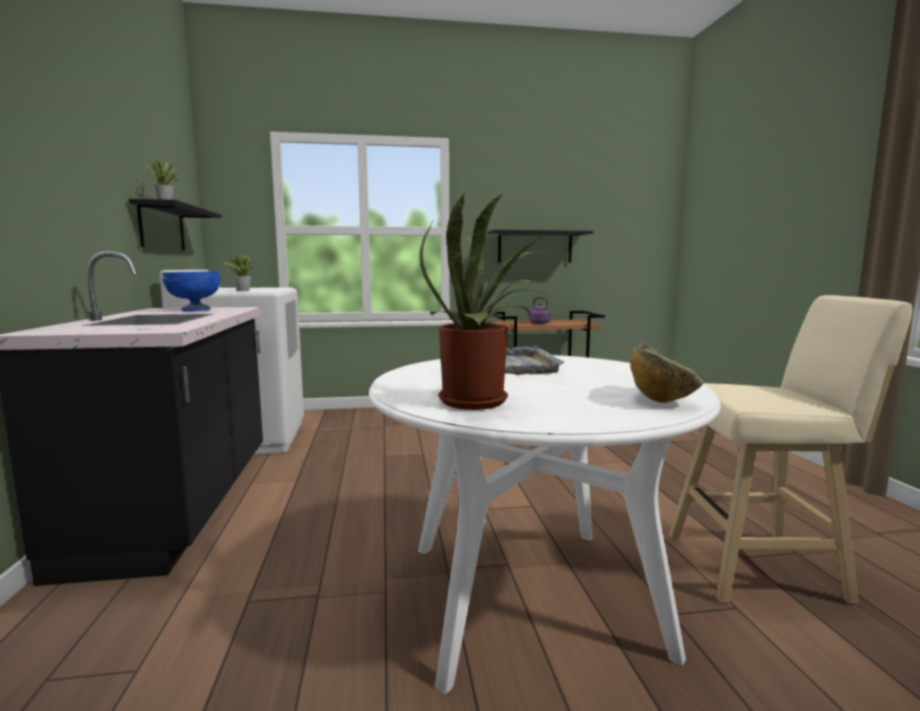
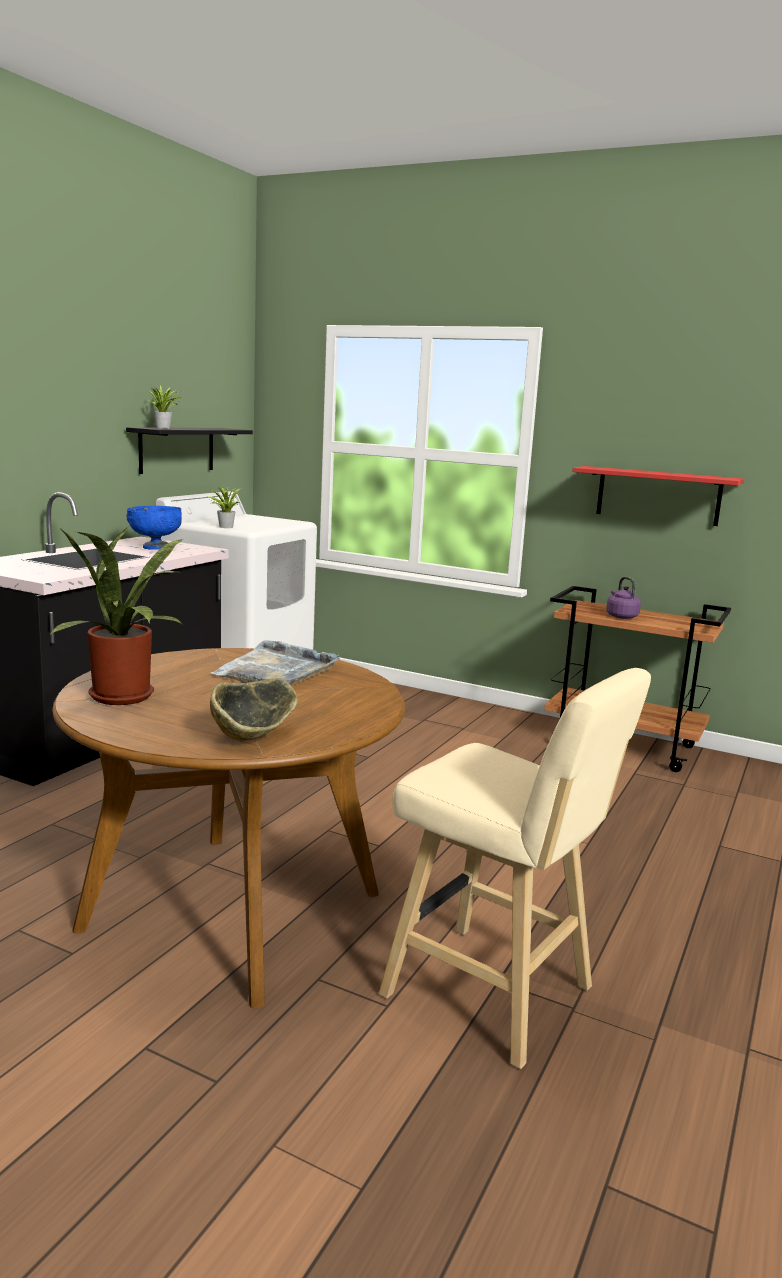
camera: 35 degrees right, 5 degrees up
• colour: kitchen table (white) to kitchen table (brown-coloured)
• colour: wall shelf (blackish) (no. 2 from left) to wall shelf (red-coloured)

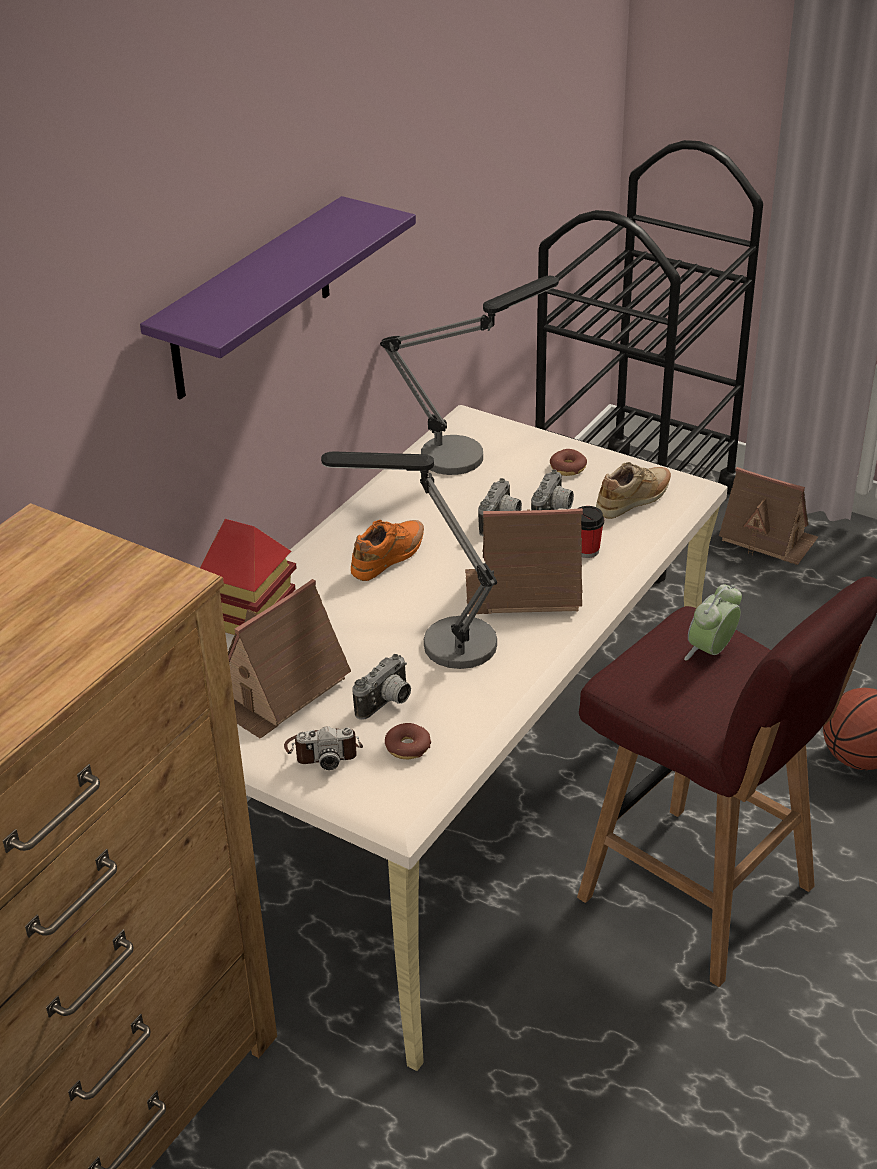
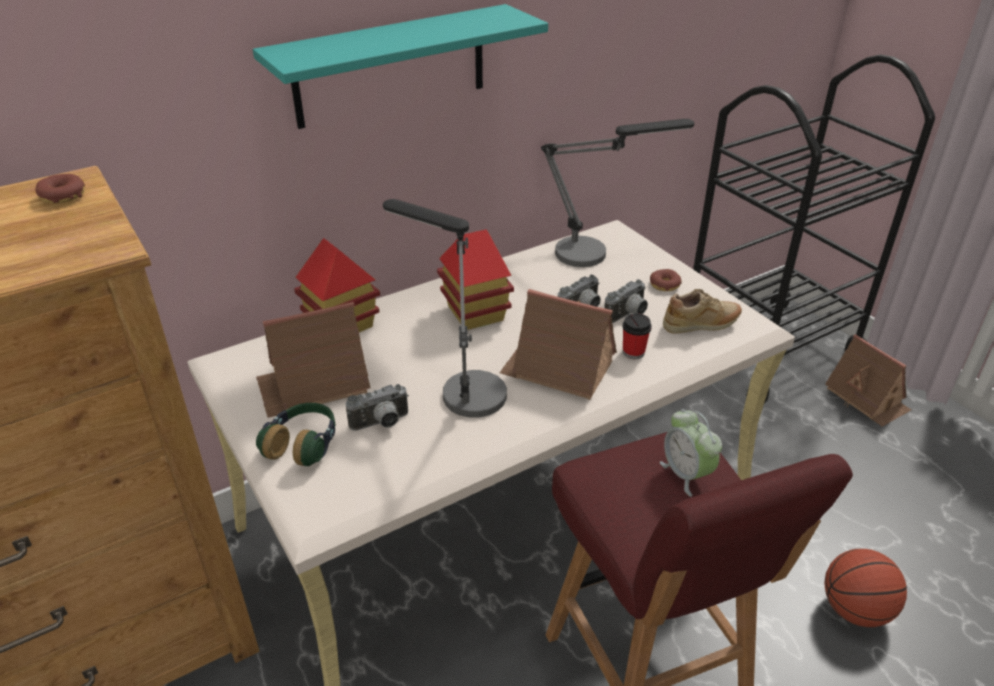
camera: 25 degrees right, 0 degrees up
• relocated: doughnut (no. 1 from left)
• exchanged: photo camera (no. 1 from left) to headset
• exchanged: item of footwear (orange) to miniature house (no. 3 from left)
• colour: wall shelf (purple) to wall shelf (turquoise)
• spun: alarm clock 90 degrees counterclockwise

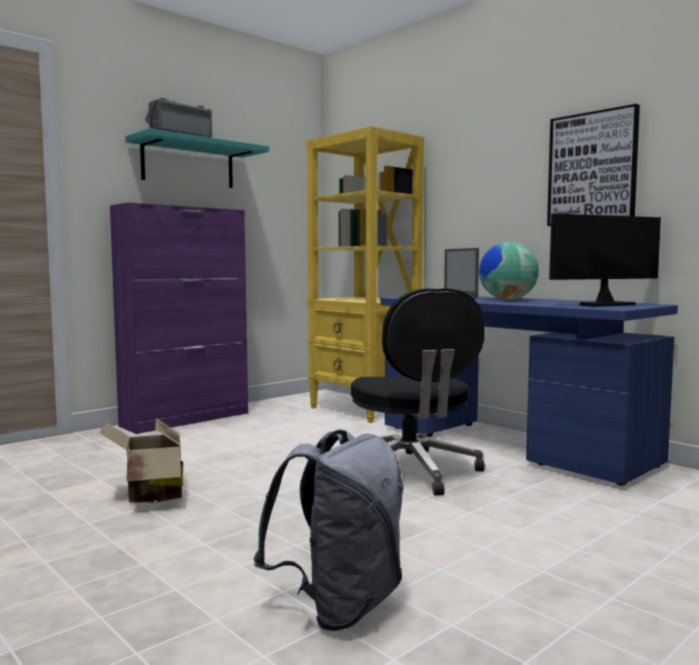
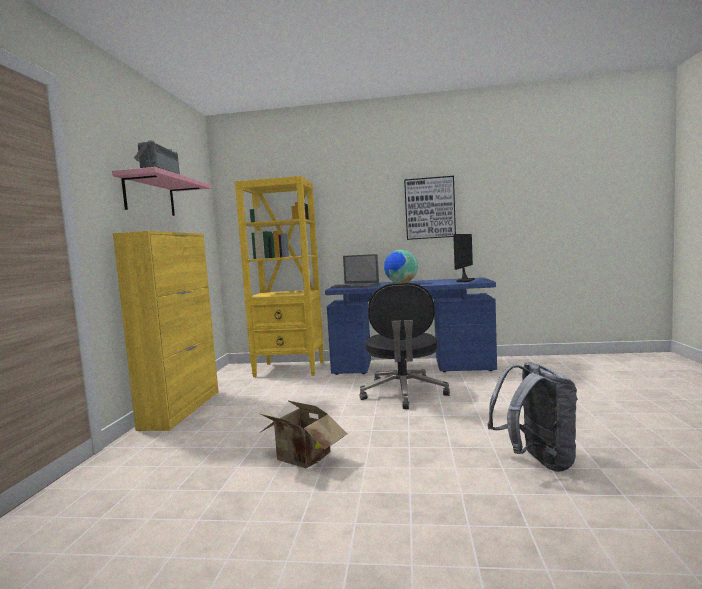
camera: 40 degrees left, 0 degrees up
• colour: cupboard (purple) to cupboard (yellow-coloured)
• colour: wall shelf (turquoise) to wall shelf (pinkish)
• spun: desk chair (blackish) 60 degrees clockwise

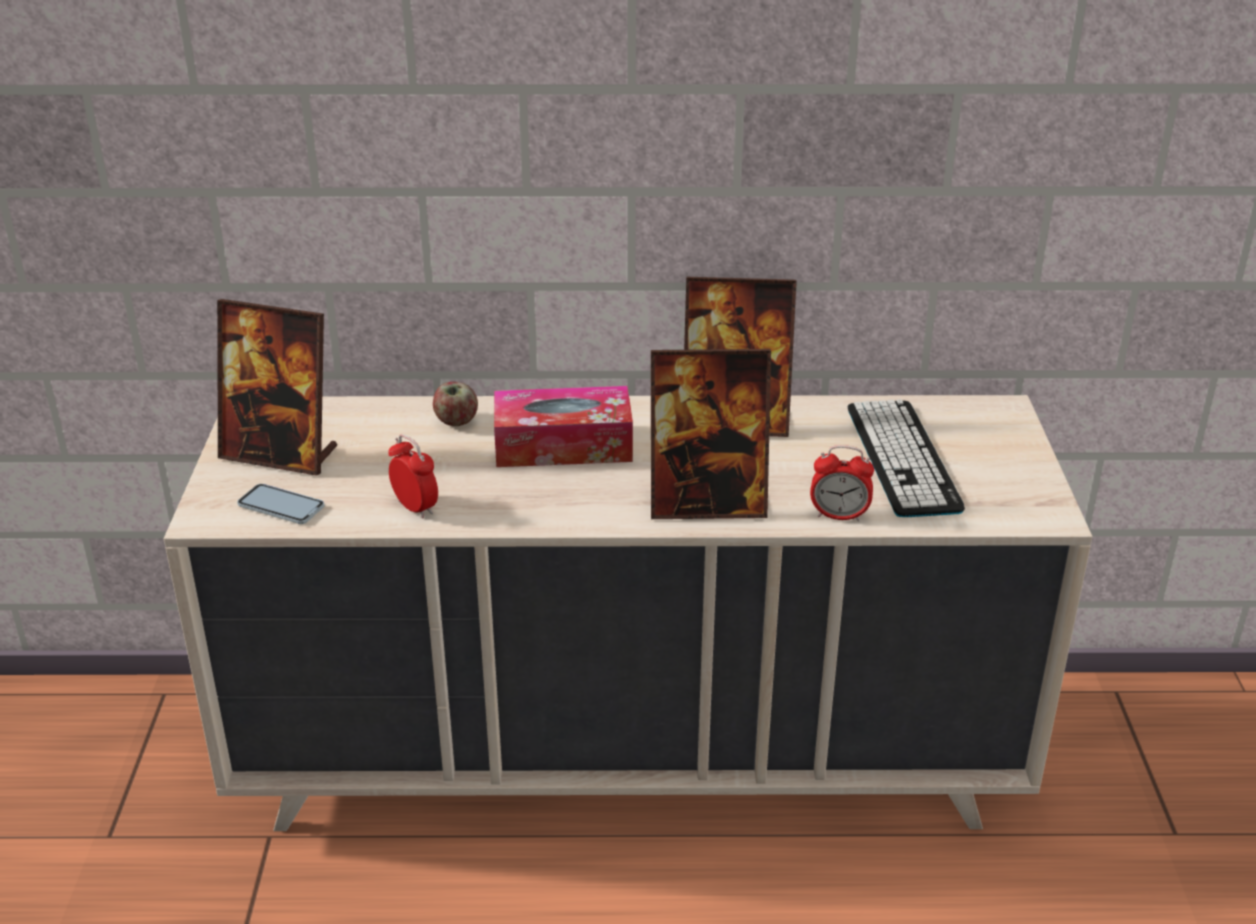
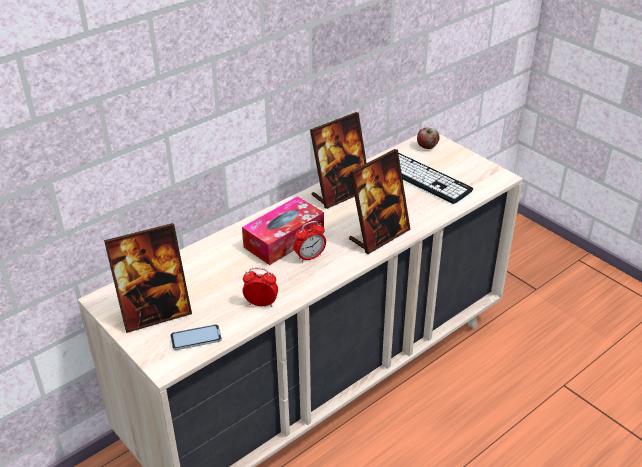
camera: 40 degrees left, 5 degrees up
• relocated: apple
• relocated: alarm clock (no. 2 from left)

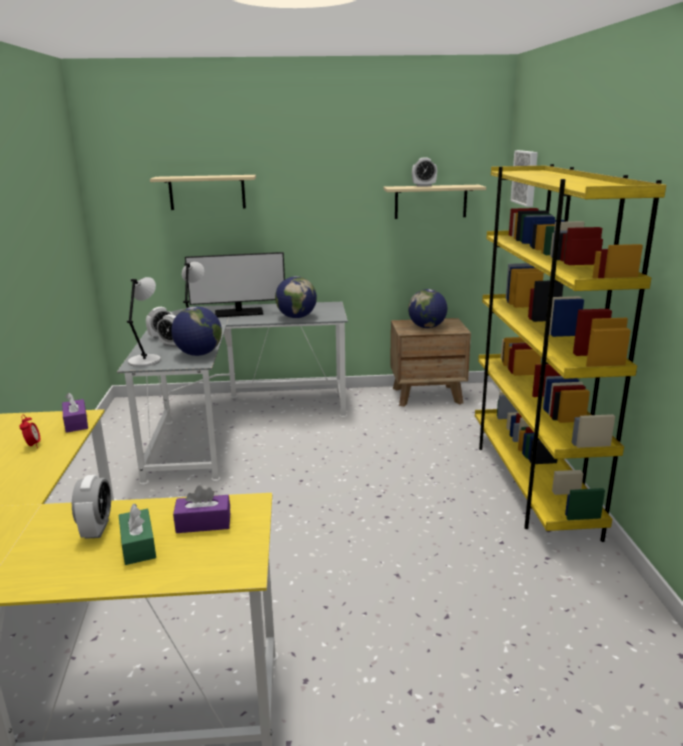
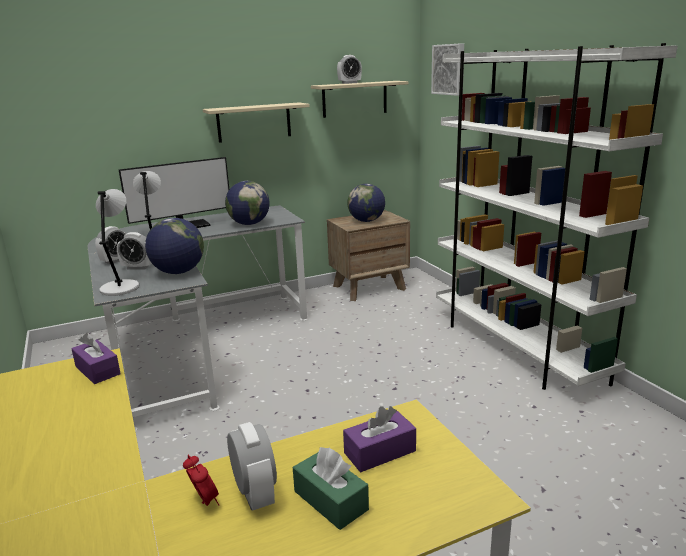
camera: 20 degrees left, 0 degrees up
• relocated: alarm clock (no. 1 from left in the first image) to alarm clock (no. 3 from left)
• relocated: wall shelf (beige) (no. 1 from left)
• colour: shelving unit (yellow-coloured) to shelving unit (white)

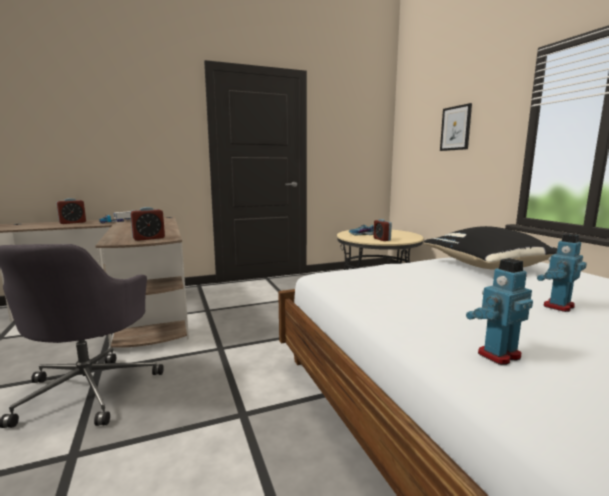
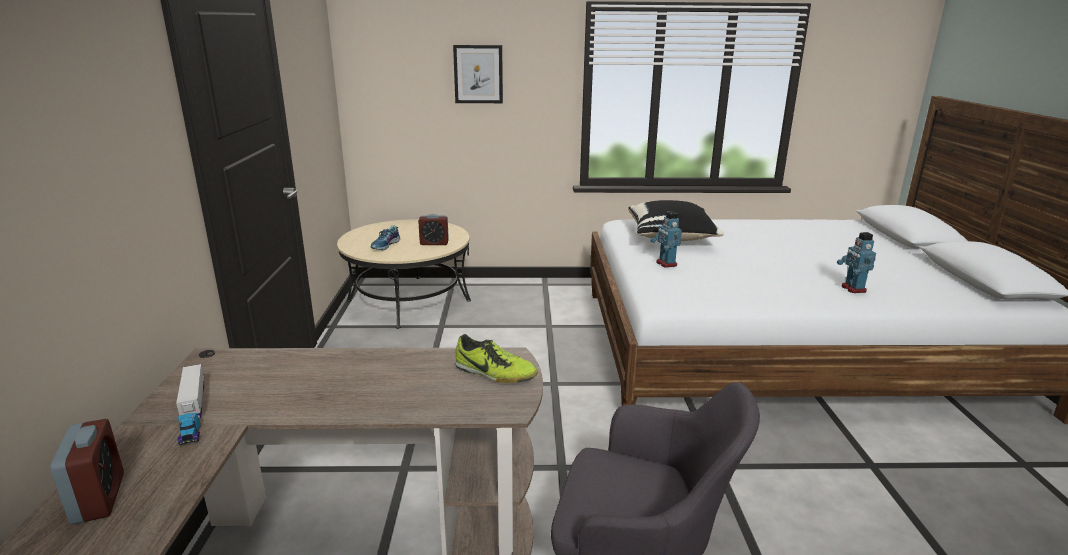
camera: 70 degrees left, 10 degrees up
• relocated: toy robot (no. 2 from left in the first image) to toy robot (no. 1 from left)
• exchanged: alarm clock (no. 2 from left) to item of footwear (no. 2 from left)

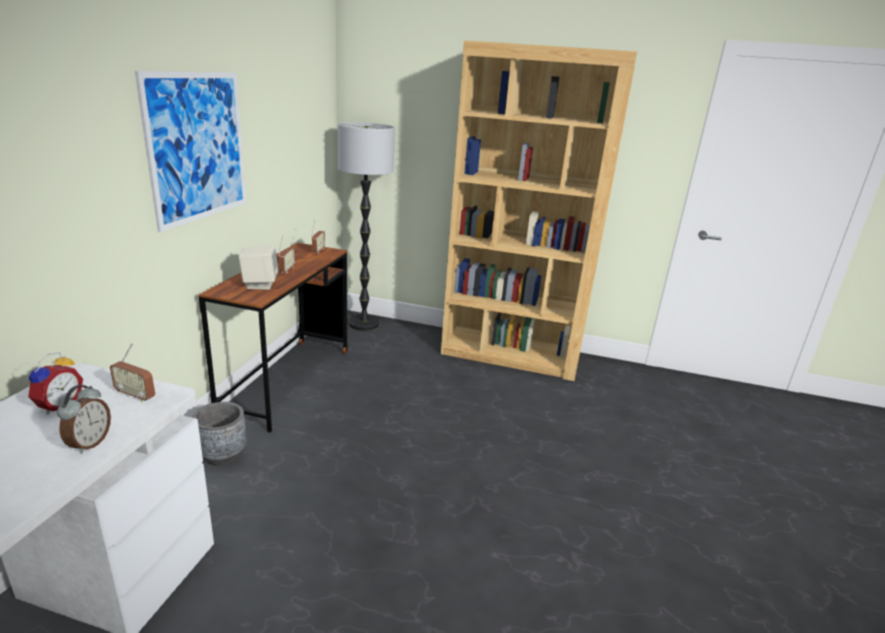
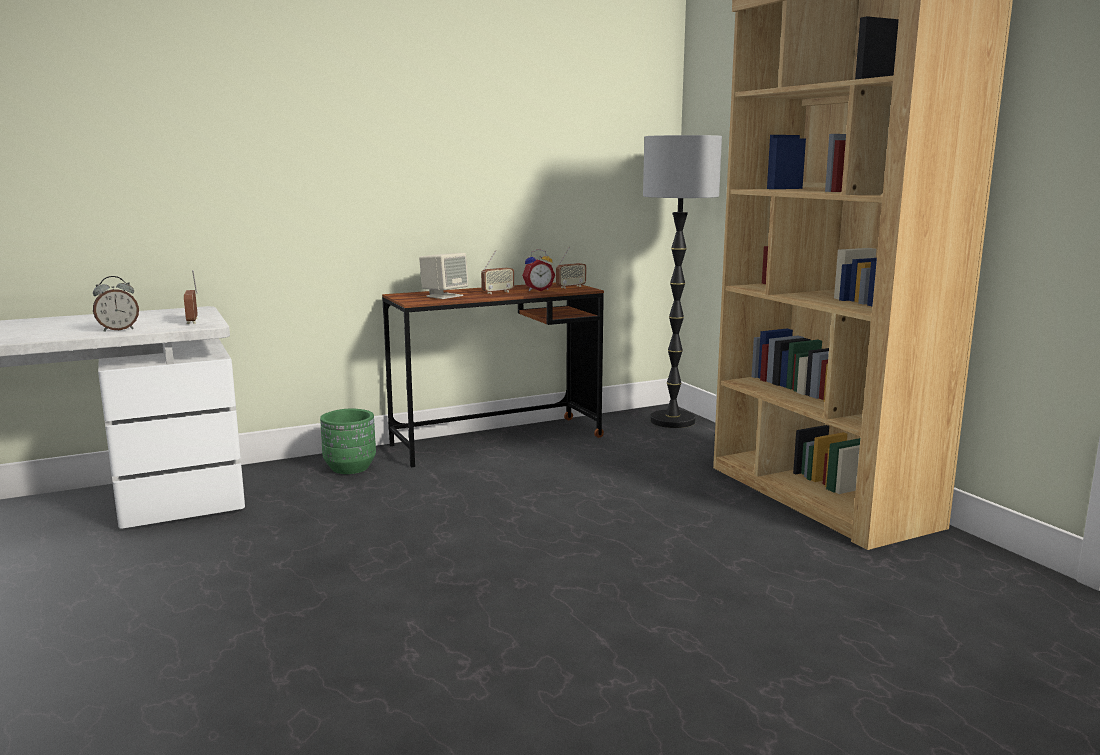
camera: 50 degrees right, 10 degrees down
• missing: wall picture
• relocated: alarm clock (no. 1 from left in the first image) to alarm clock (no. 2 from left)
• colour: planter (greyish) to planter (green-coloured)

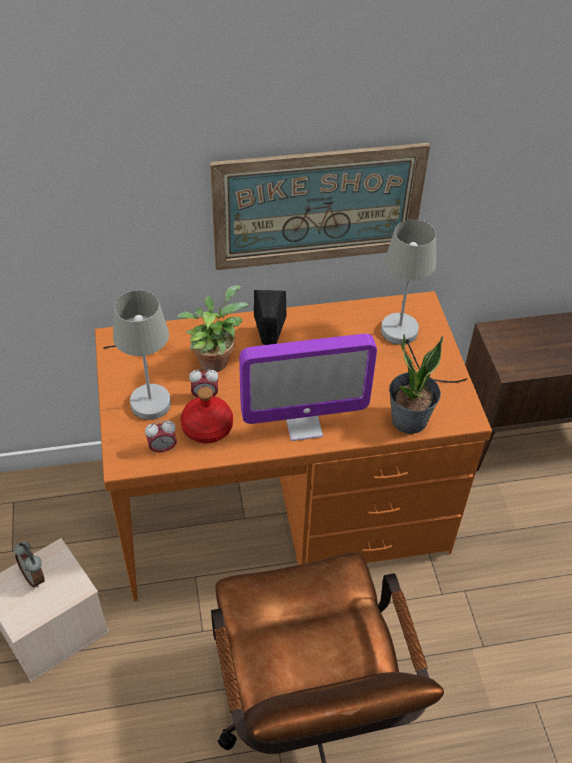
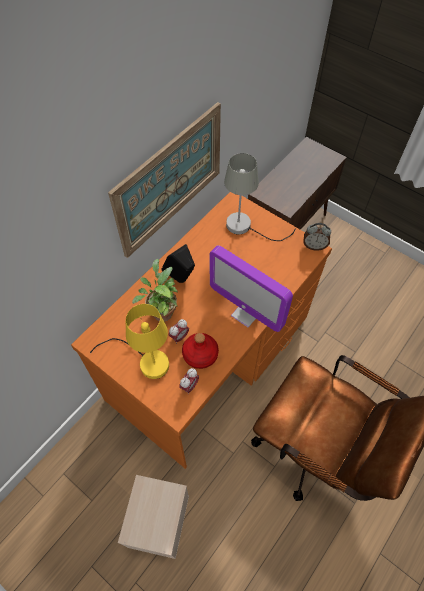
camera: 40 degrees left, 10 degrees up
• missing: houseplant (no. 2 from left)
• relocated: alarm clock (no. 1 from left in the first image) to alarm clock (no. 3 from left)
• colour: lamp for a table (greyish) (no. 1 from left) to lamp for a table (yellow-coloured)
• spun: computer display 90 degrees clockwise

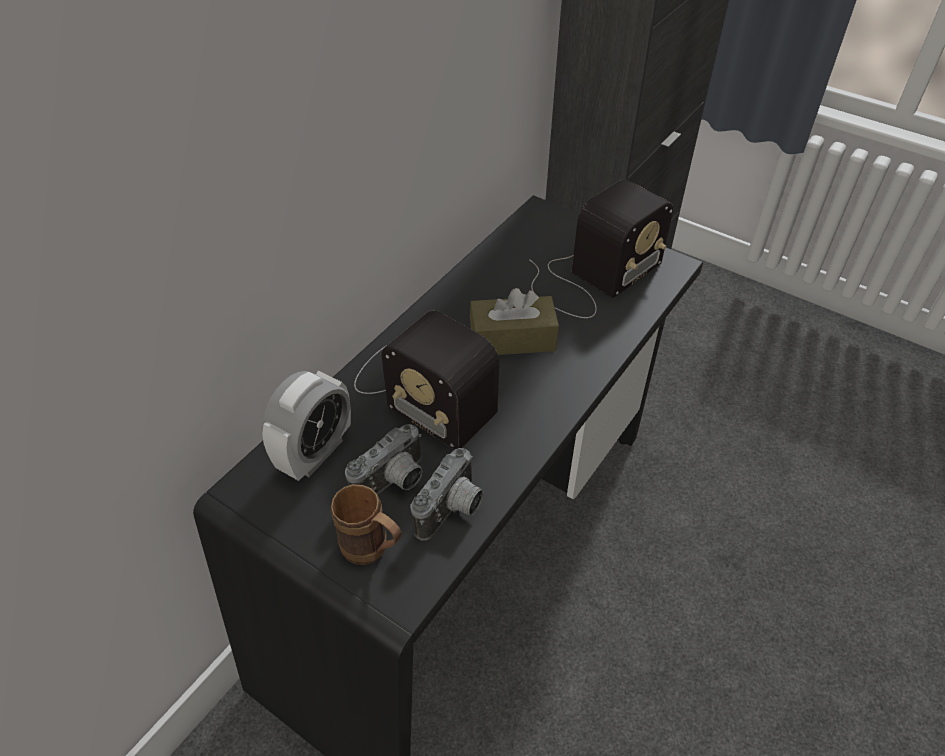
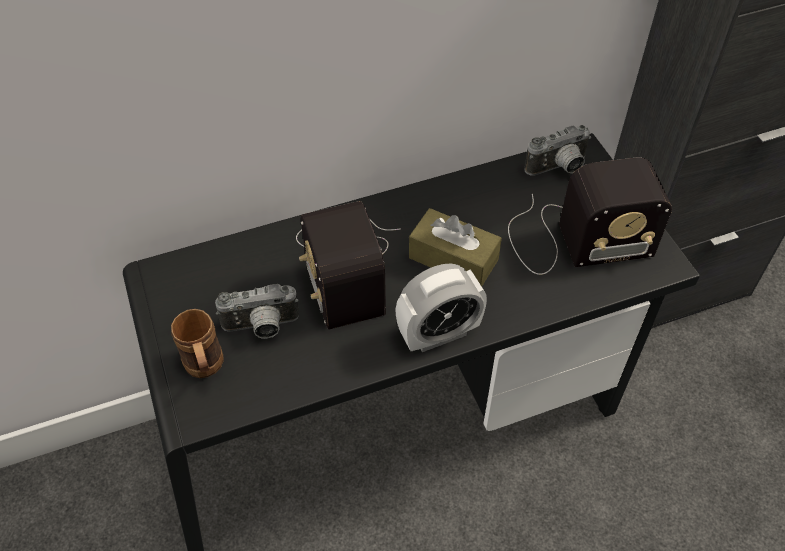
camera: 35 degrees right, 5 degrees up
• relocated: alarm clock
• relocated: photo camera (no. 2 from left)

